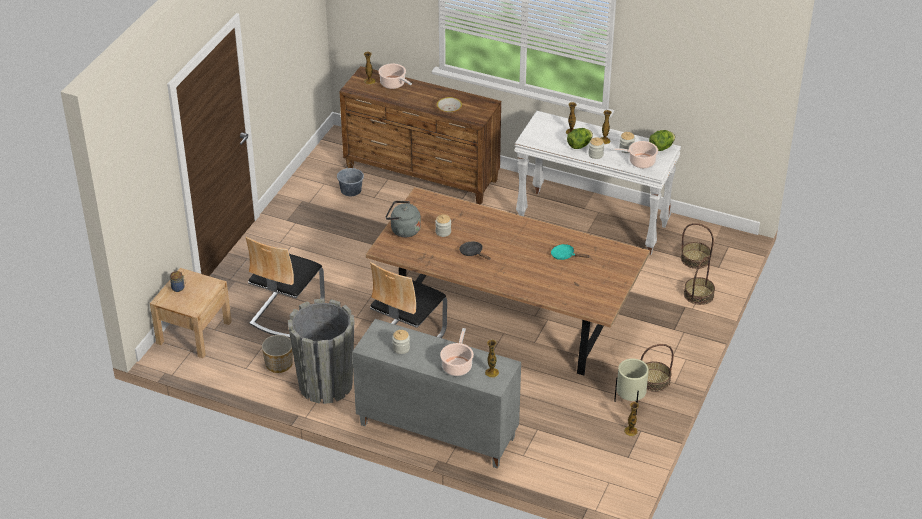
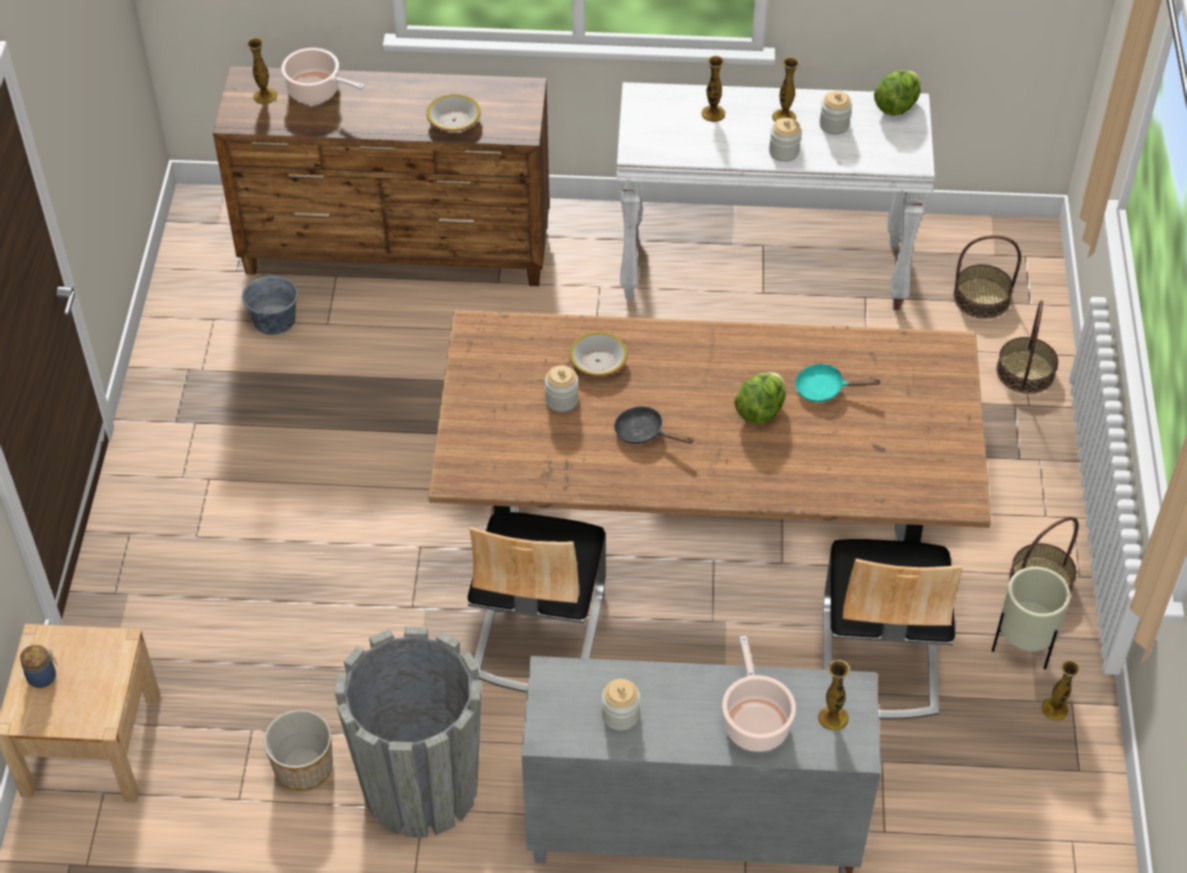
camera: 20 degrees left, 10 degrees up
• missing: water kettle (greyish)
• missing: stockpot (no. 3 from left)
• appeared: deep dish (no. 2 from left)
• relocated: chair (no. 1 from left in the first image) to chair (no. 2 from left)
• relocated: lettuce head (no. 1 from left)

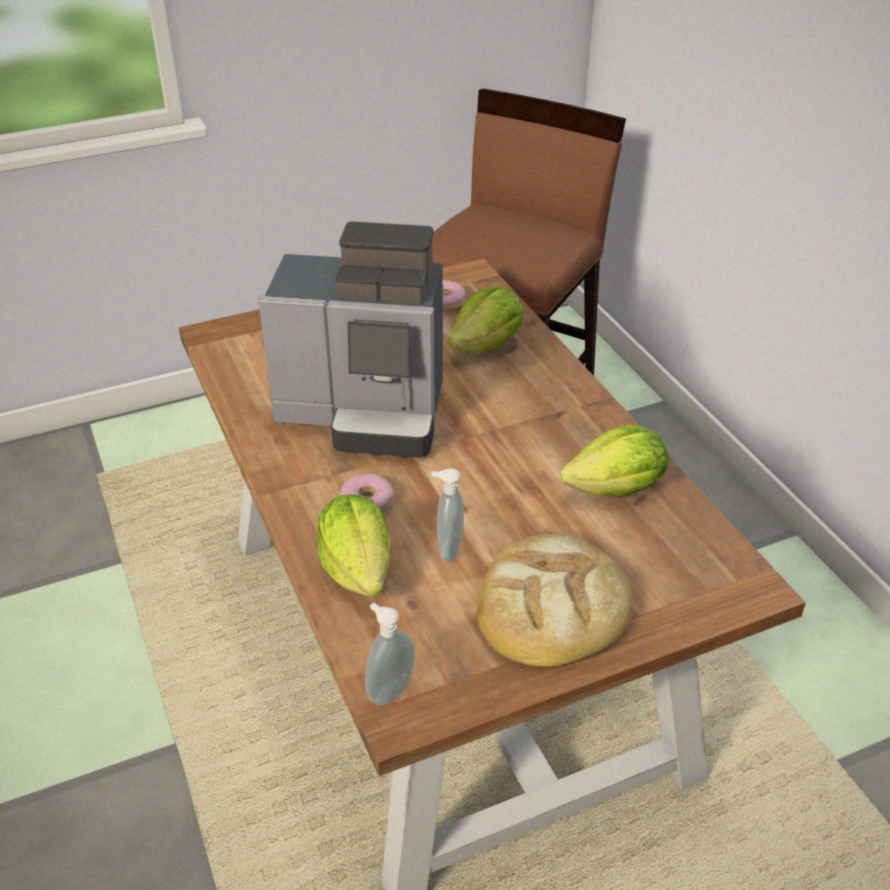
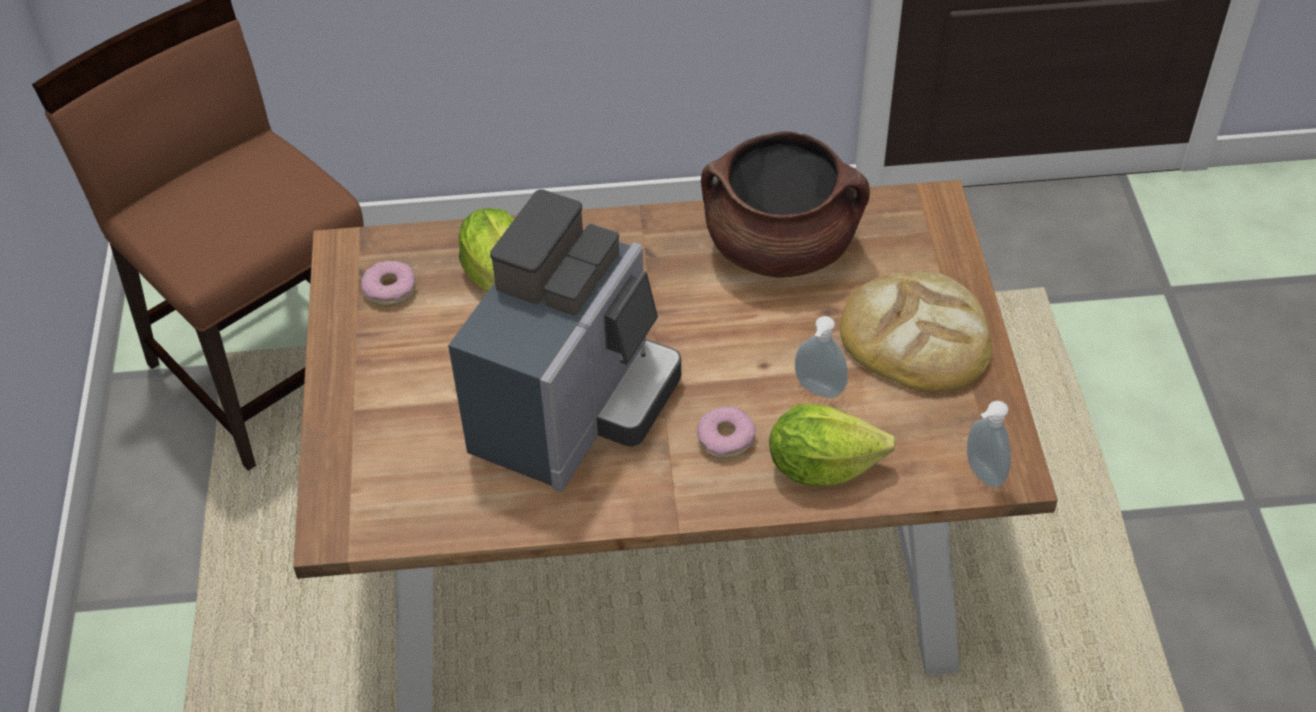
camera: 70 degrees left, 10 degrees up
• exchanged: lettuce head (no. 3 from left) to stockpot (brown-coloured)

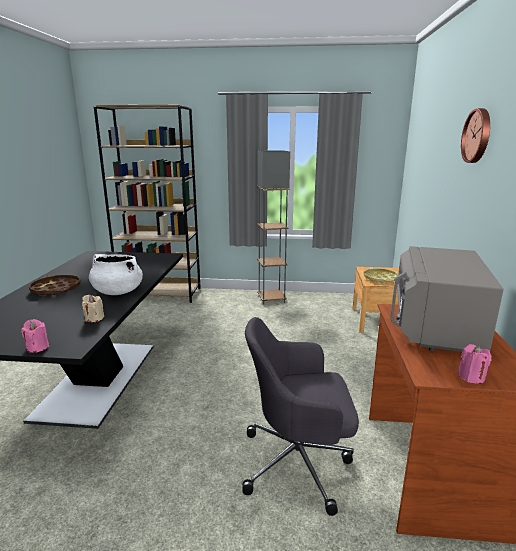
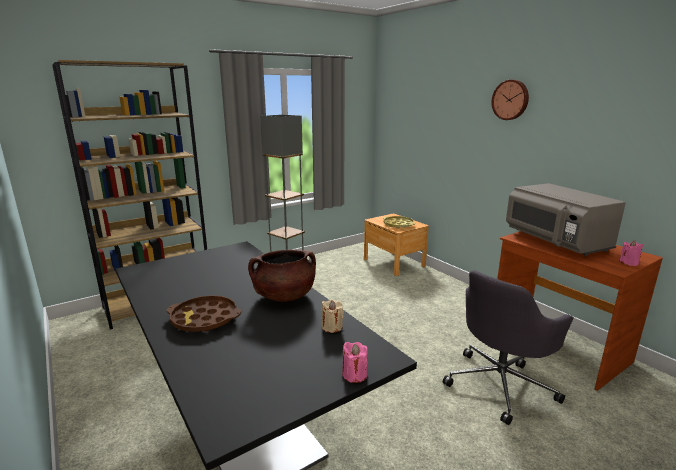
camera: 40 degrees left, 0 degrees up
• colour: stockpot (white) to stockpot (brown-coloured)

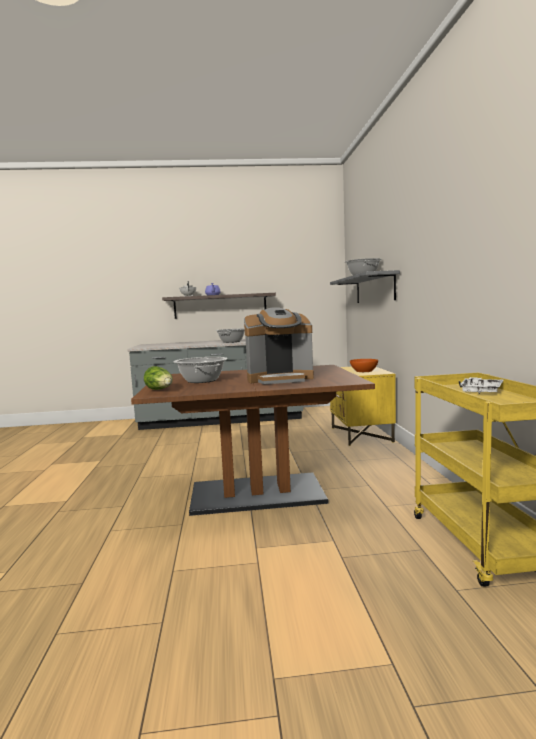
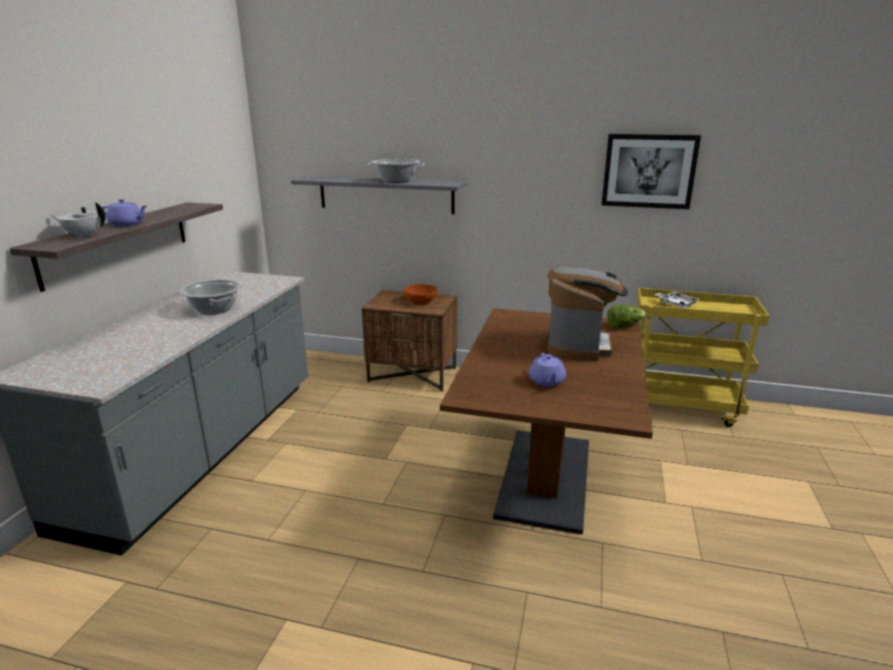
camera: 70 degrees left, 15 degrees up
• appeared: wall picture
• relocated: lettuce head
• exchanged: stockpot (no. 1 from left) to tea pot (purple) (no. 2 from left)
• colour: nightstand (yellow-coloured) to nightstand (brown-coloured)

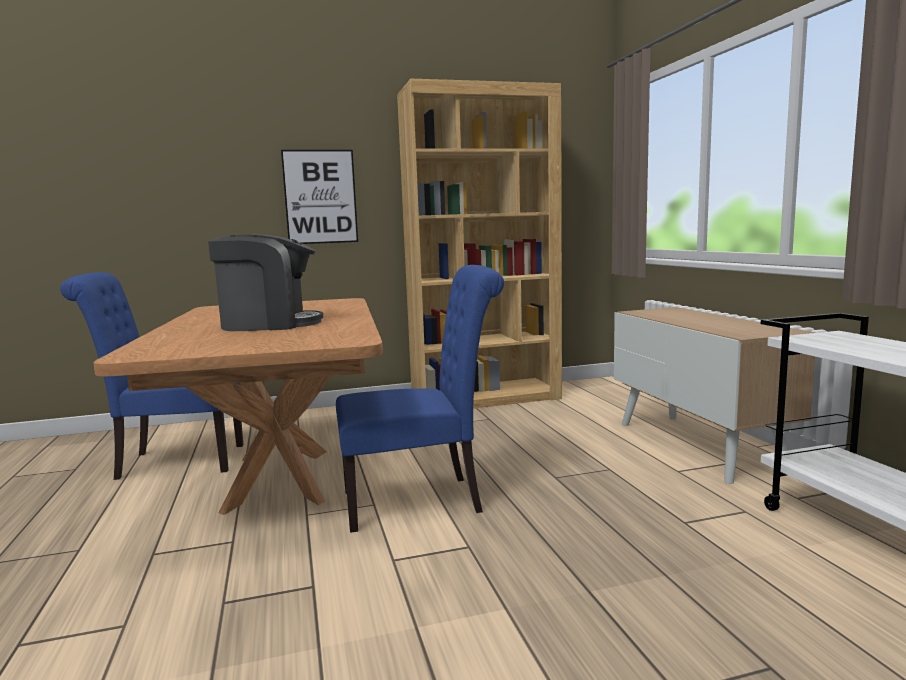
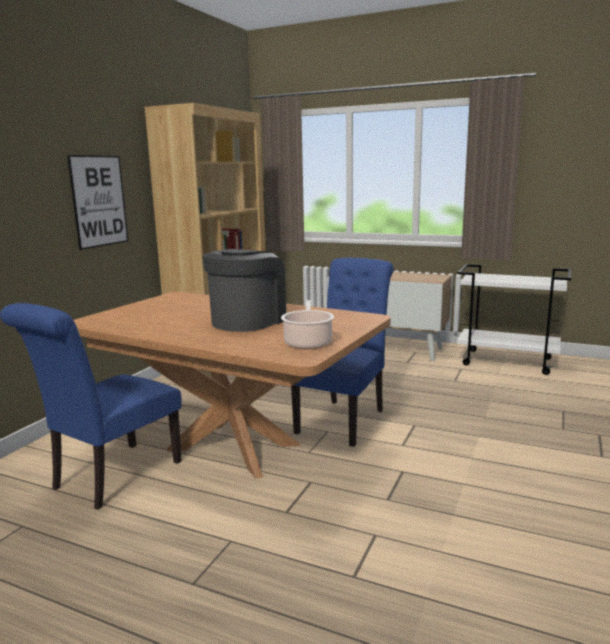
camera: 50 degrees left, 5 degrees up
• appeared: stockpot

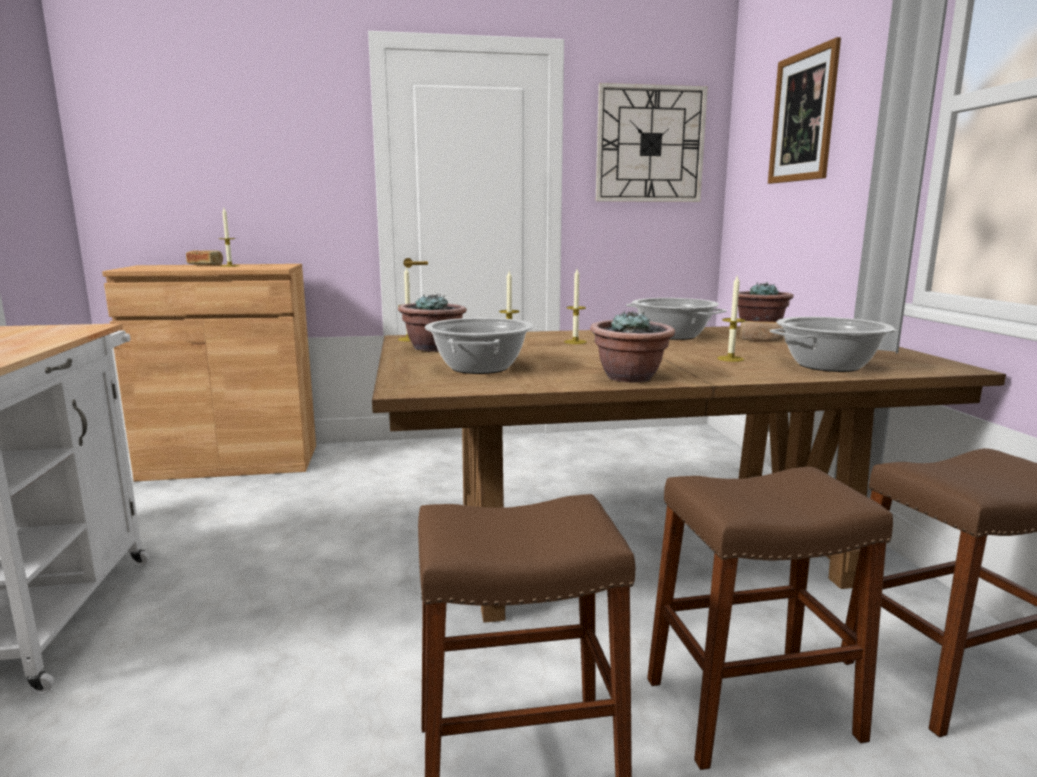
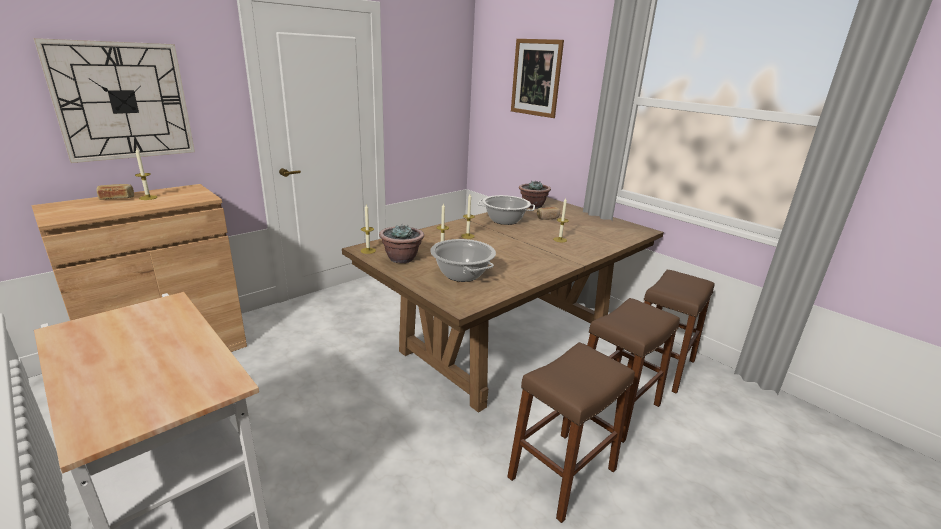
camera: 35 degrees left, 10 degrees up
• missing: houseplant (no. 2 from left)
• missing: stockpot (no. 3 from left)
• relocated: hanging clock

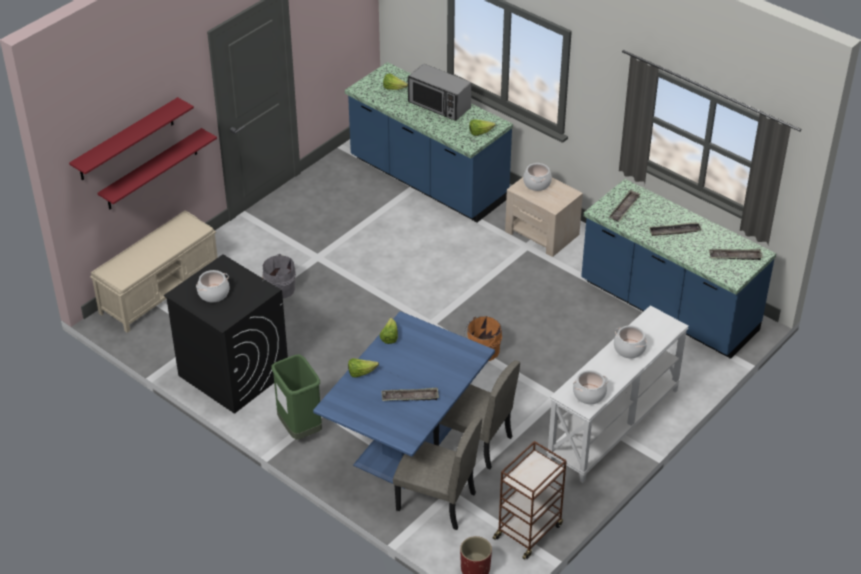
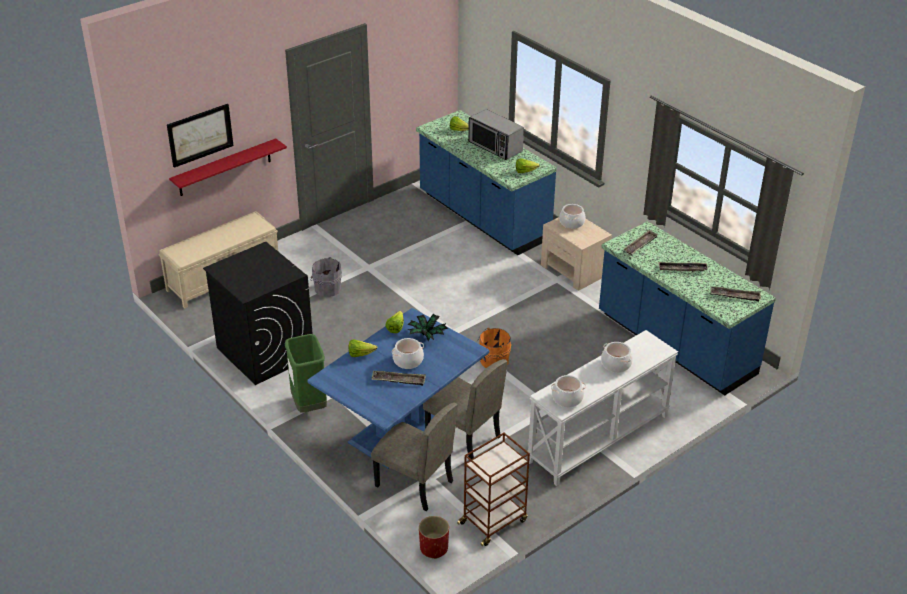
camera: 10 degrees right, 5 degrees down
• appeared: houseplant
• relocated: stockpot (no. 1 from left)
• exchanged: wall shelf (red-coloured) (no. 1 from left) to wall picture

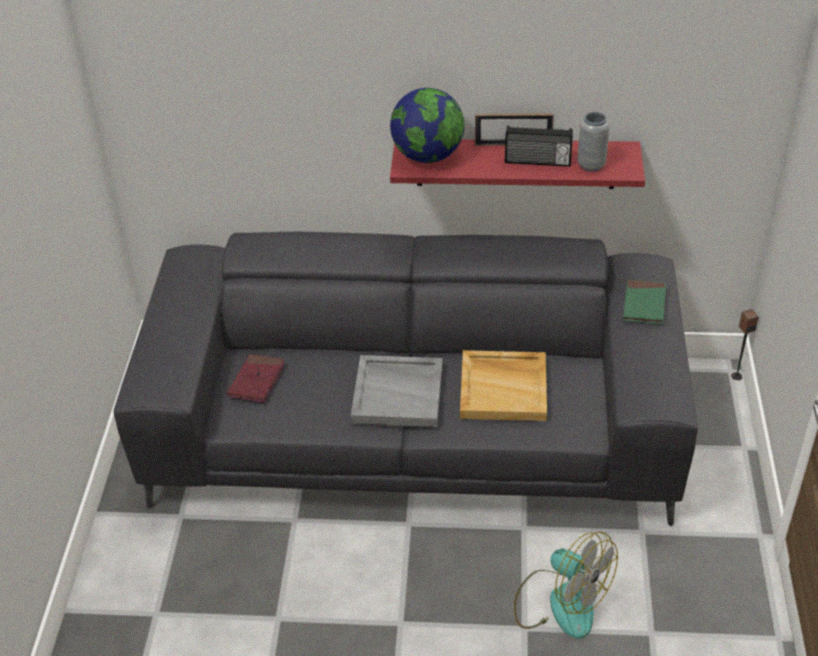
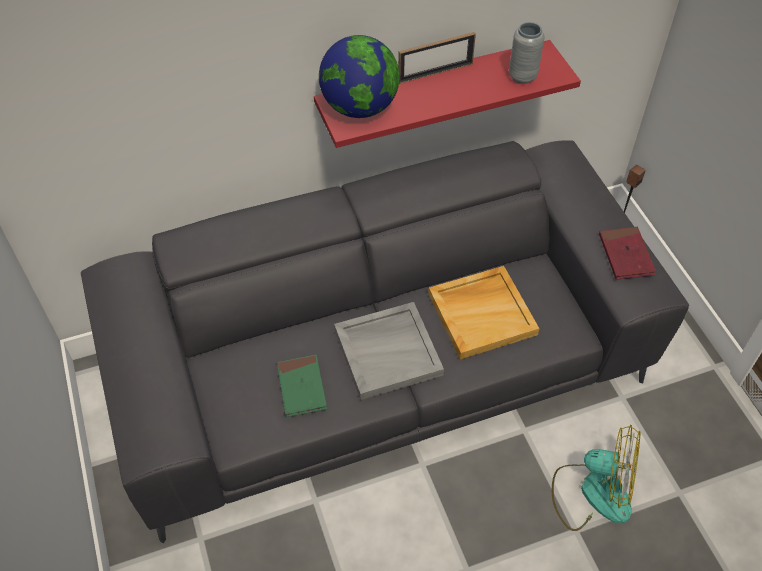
camera: 25 degrees left, 10 degrees up
• missing: radio receiver
• relocated: bound book (red-coloured)
• relocated: bound book (green-coloured)

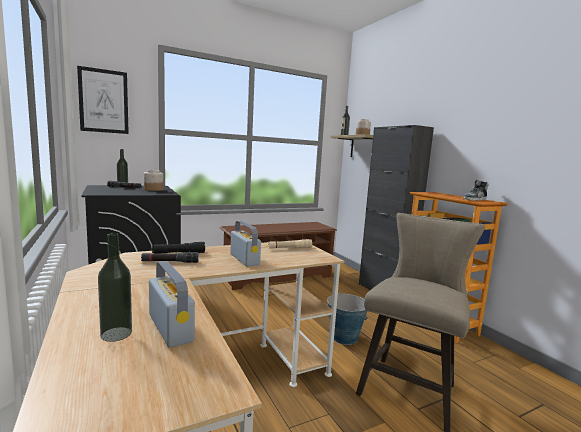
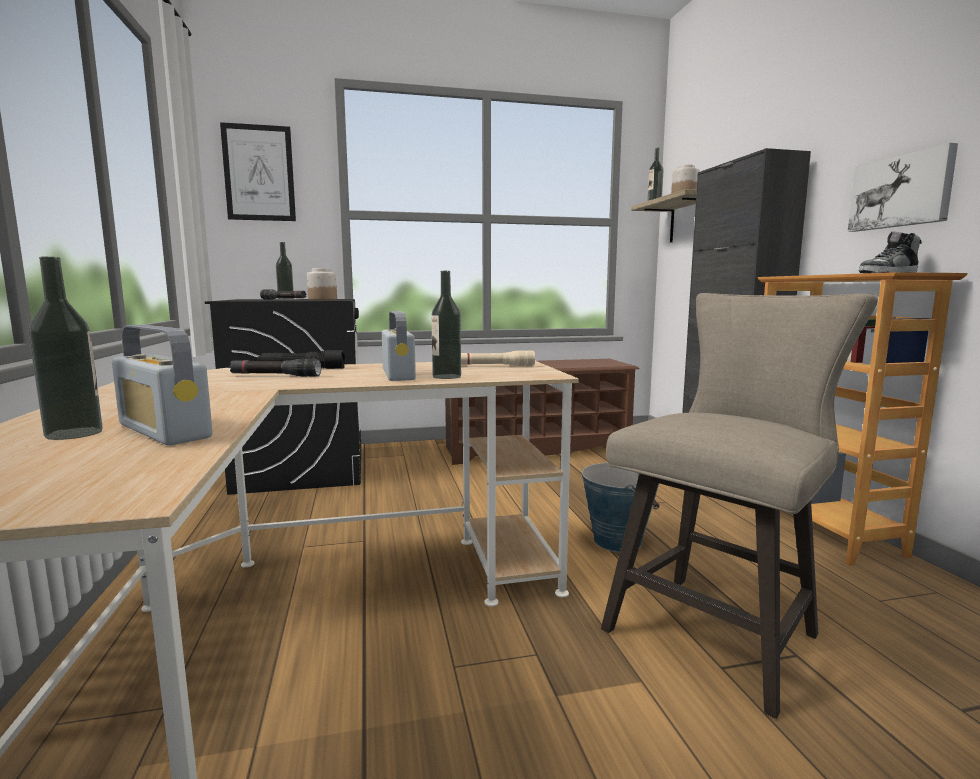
camera: 15 degrees right, 0 degrees up
• appeared: bottle (no. 3 from left)
• appeared: wall picture (no. 2 from left)
• spun: radio receiver (no. 1 from left) 150 degrees clockwise

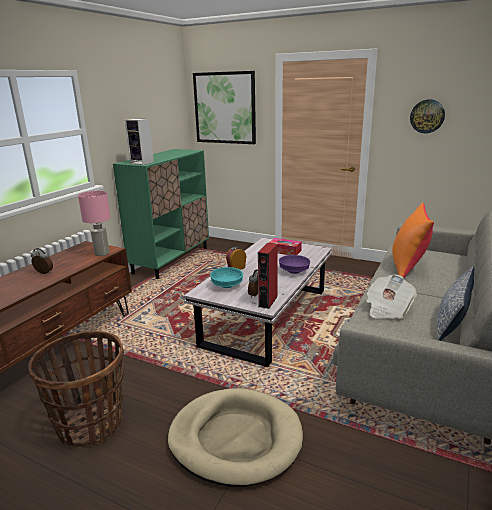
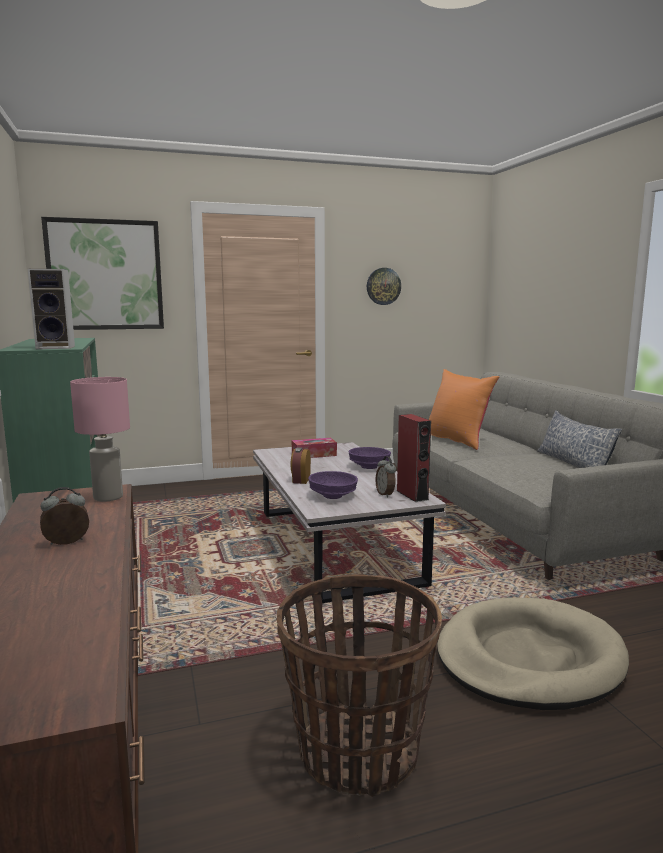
camera: 45 degrees left, 10 degrees down
• missing: daily paper
• colour: deep dish (turquoise) to deep dish (purple) (no. 1 from left)

